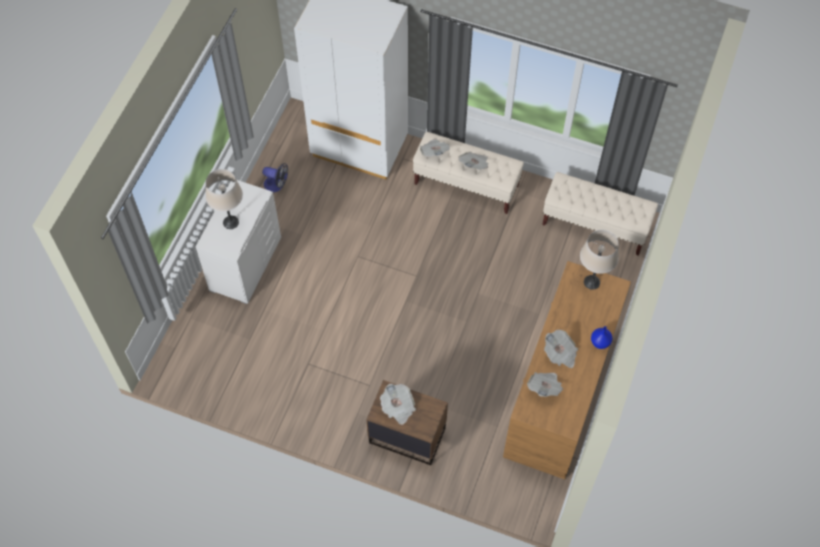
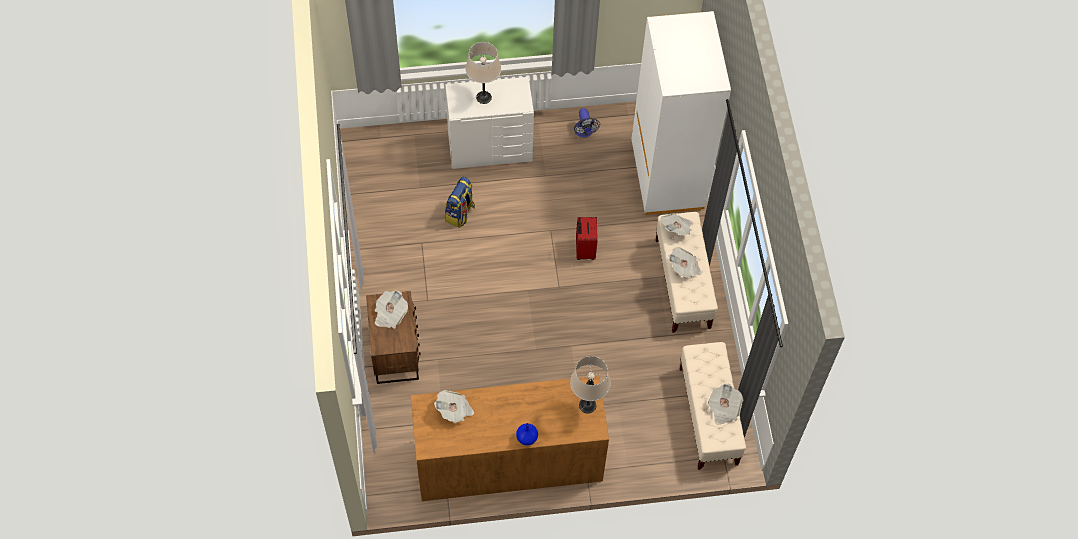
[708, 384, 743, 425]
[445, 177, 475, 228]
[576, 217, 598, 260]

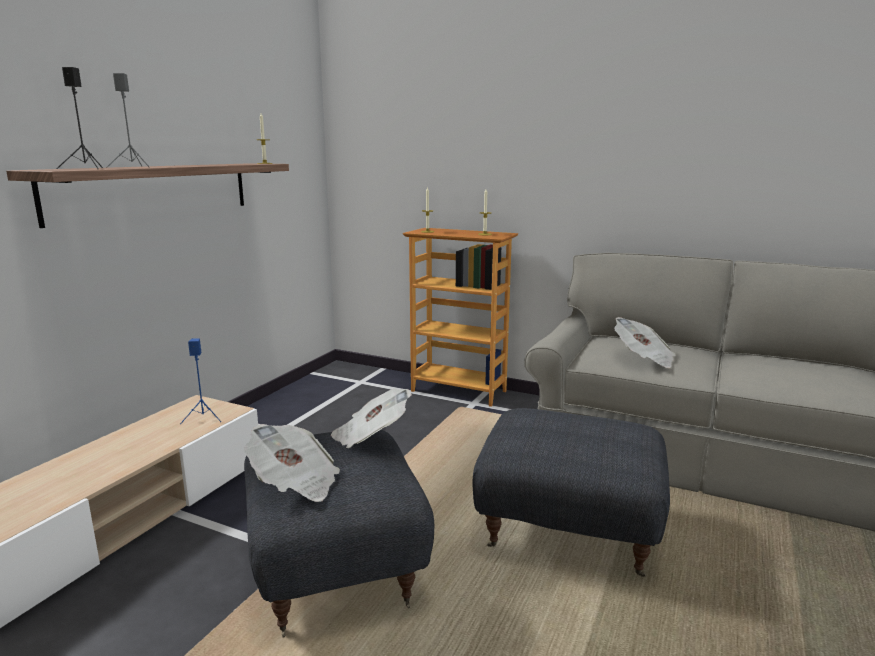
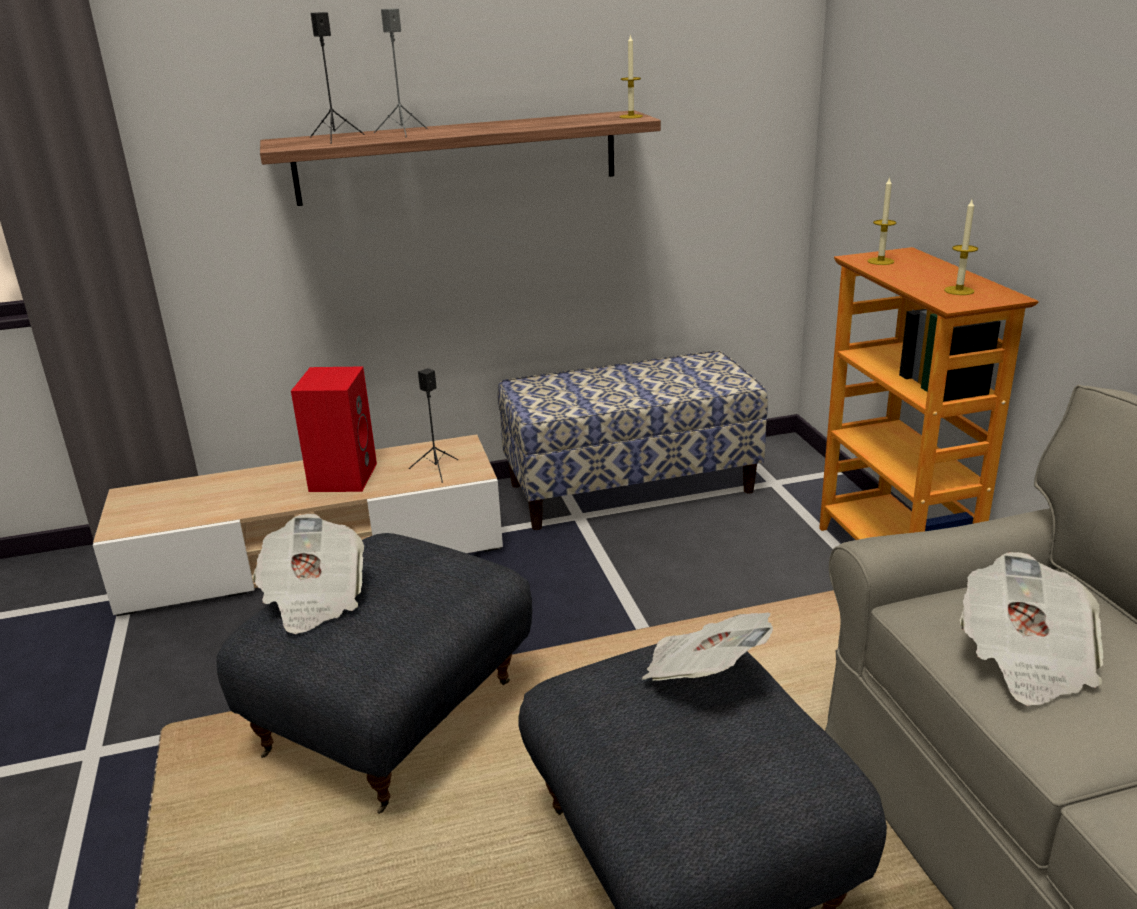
[409, 368, 458, 483]
[642, 612, 773, 681]
[498, 351, 768, 530]
[291, 366, 377, 492]

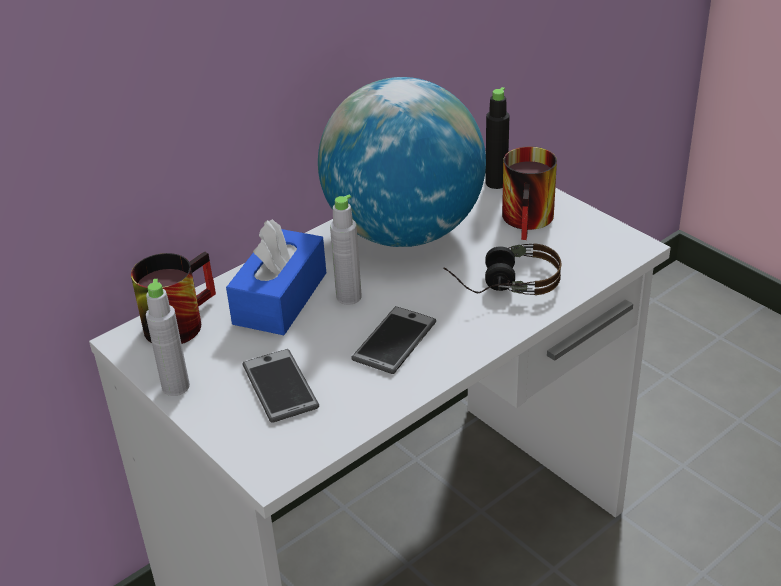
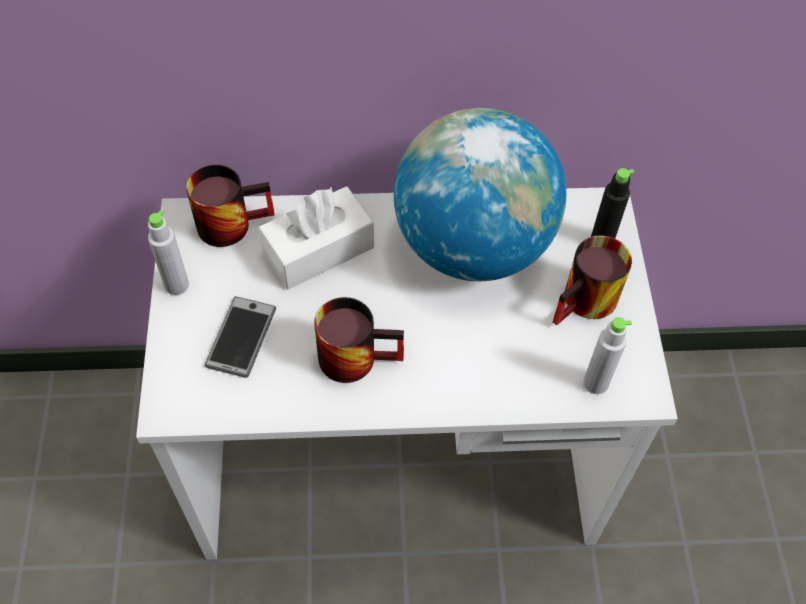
[583, 317, 632, 394]
[259, 186, 374, 290]
[443, 243, 561, 295] (first image)
[314, 297, 404, 383]

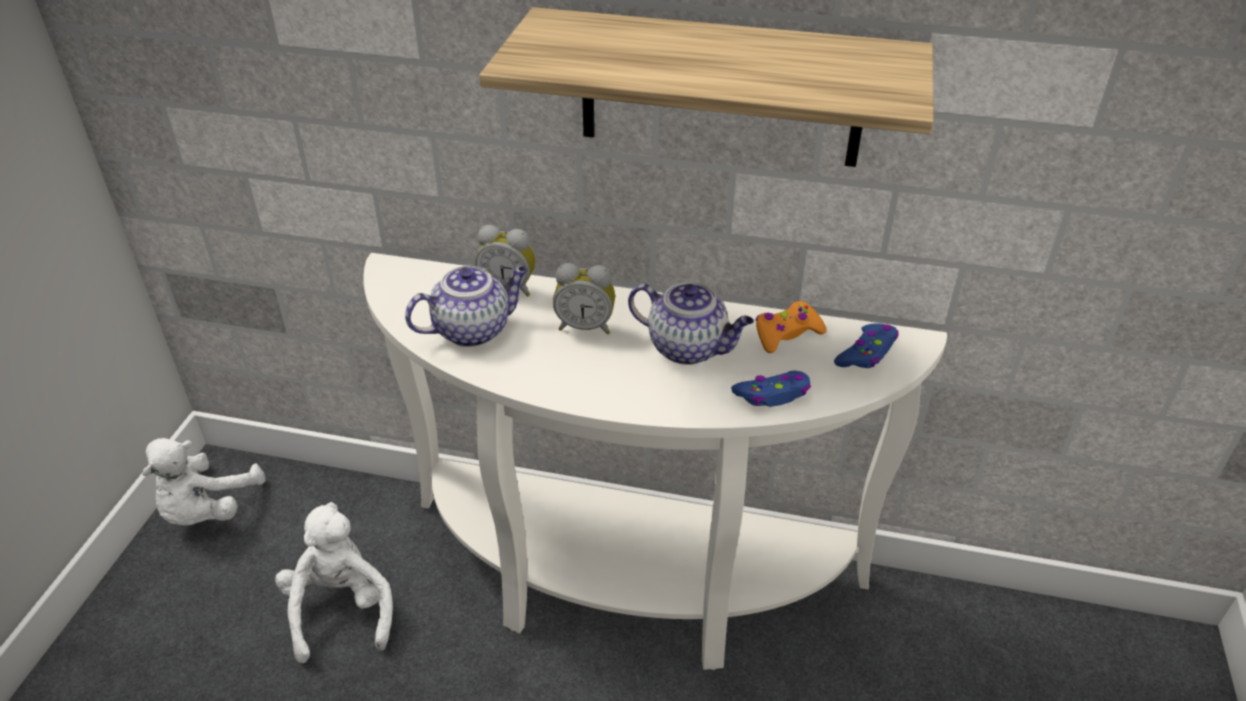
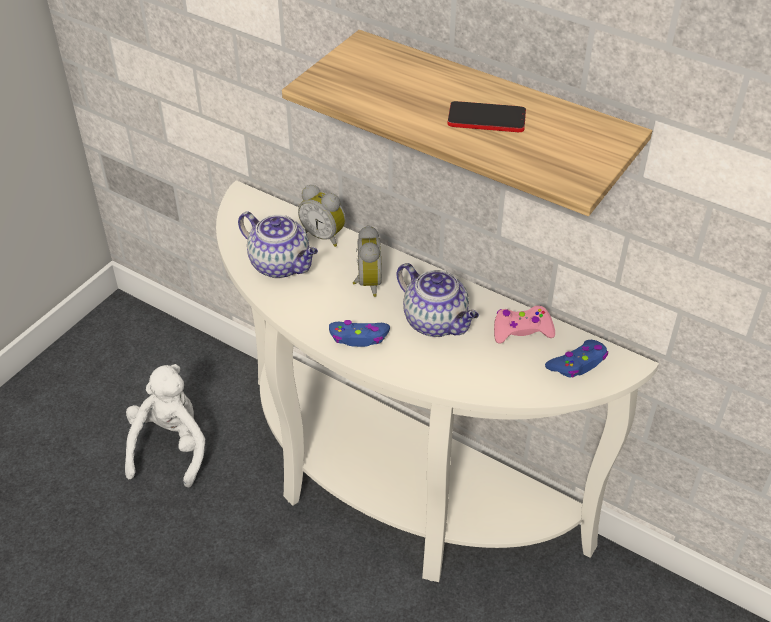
[353, 225, 382, 297]
[238, 211, 318, 278]
[494, 306, 555, 344]
[329, 320, 390, 347]
[142, 438, 266, 526] (first image)
[447, 101, 526, 132]

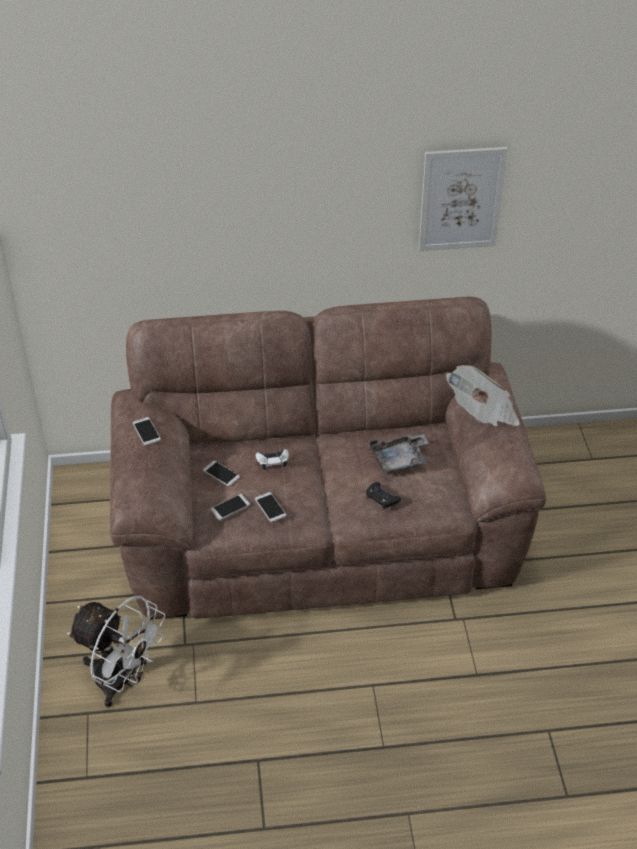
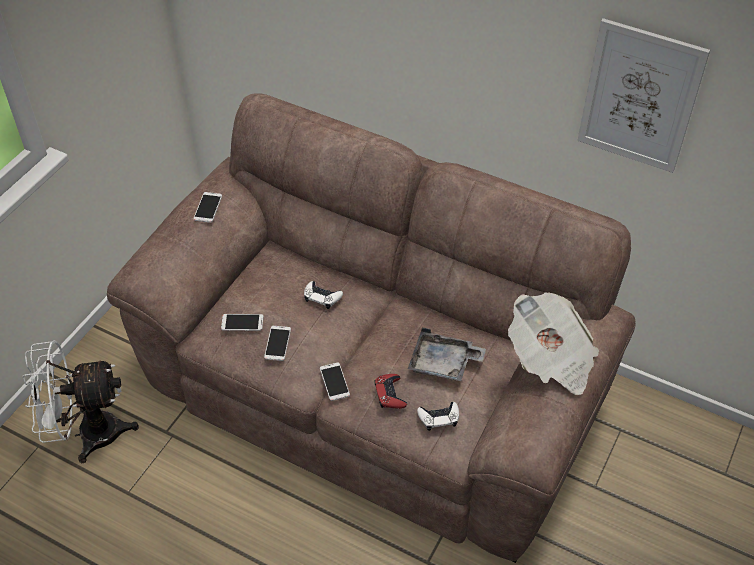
[320, 362, 350, 401]
[374, 374, 407, 409]
[23, 340, 139, 463]
[417, 402, 459, 431]

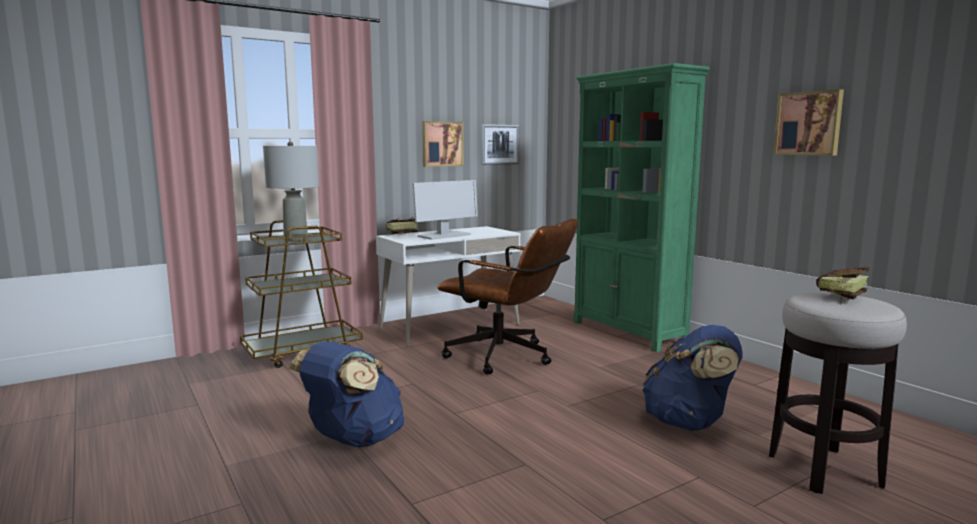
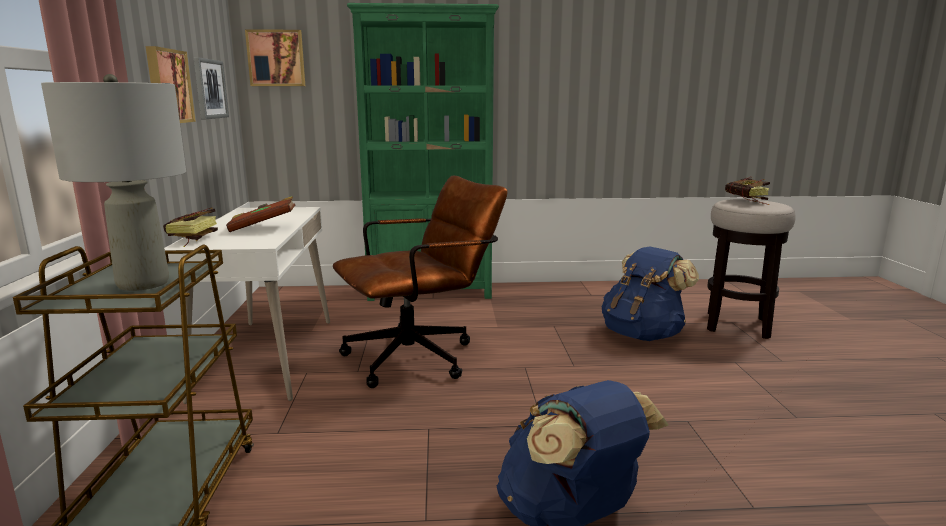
[245, 29, 305, 86]
[226, 196, 295, 232]

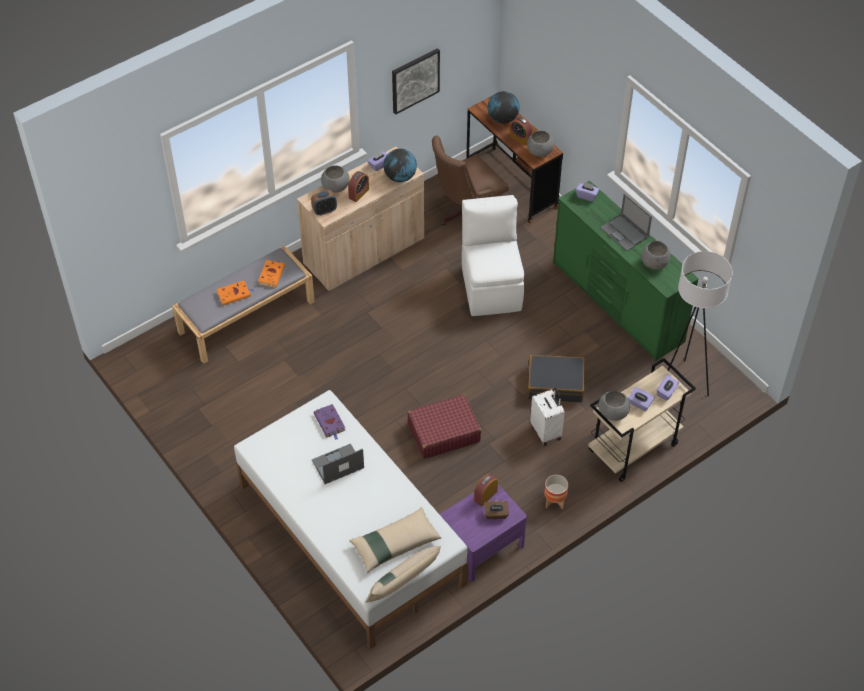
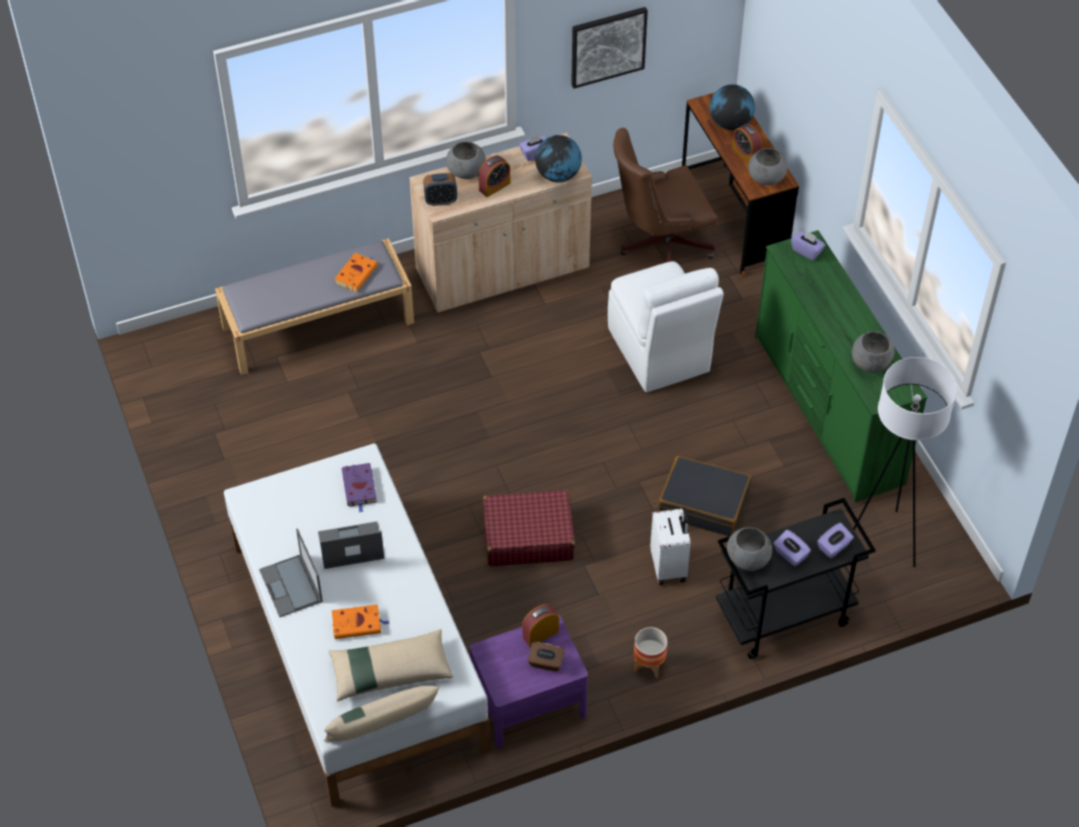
[259, 529, 323, 617]
[608, 261, 724, 392]
[332, 604, 389, 639]
[716, 498, 876, 659]

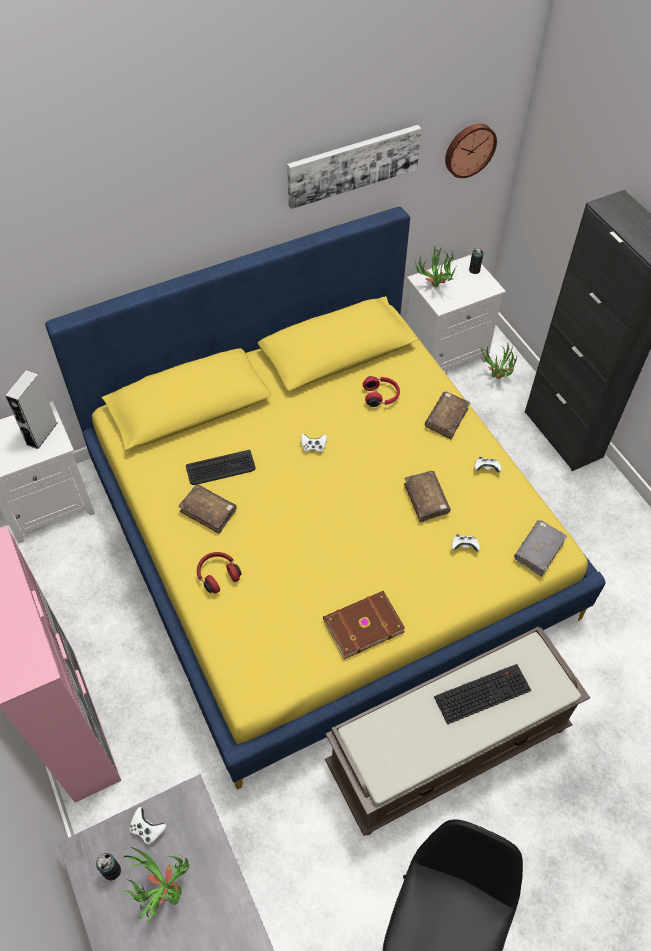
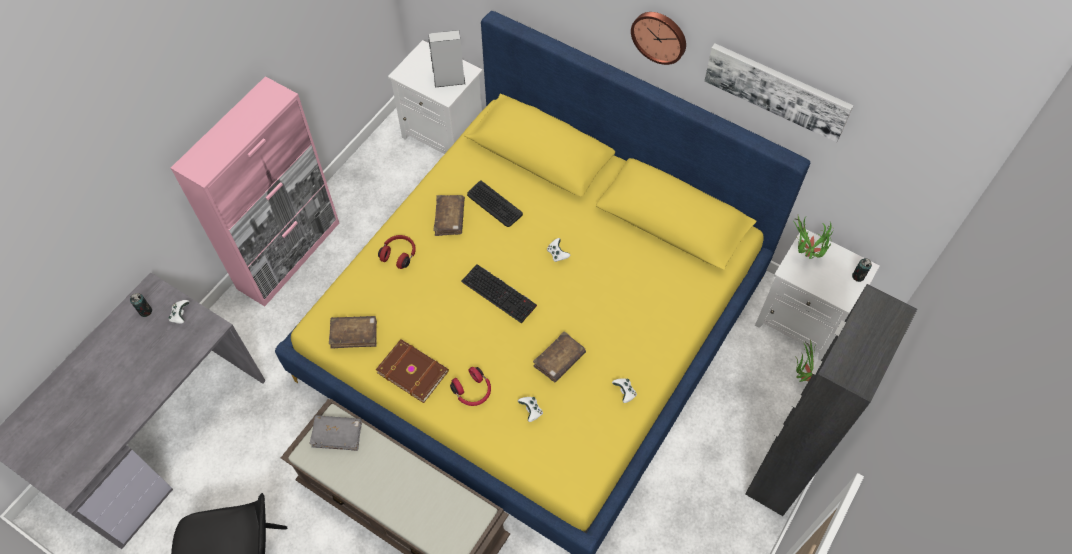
[631, 12, 686, 65]
[450, 367, 491, 406]
[329, 316, 377, 349]
[310, 415, 362, 451]
[461, 264, 537, 324]
[120, 847, 189, 924] (first image)

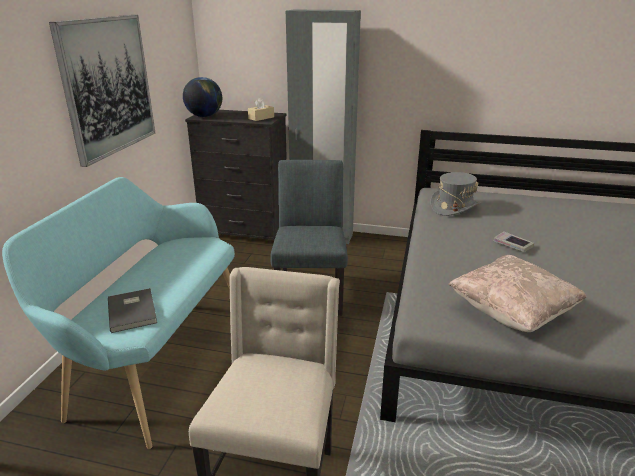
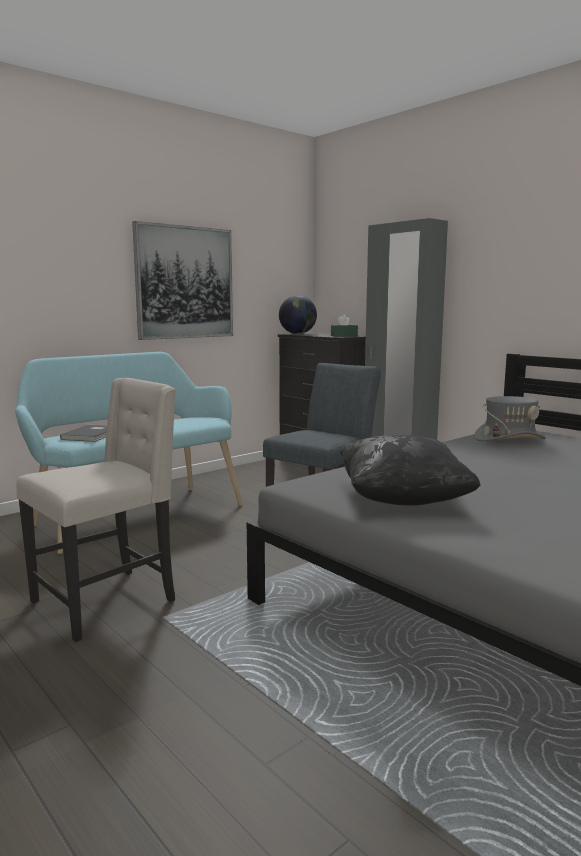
[331, 315, 358, 337]
[493, 231, 534, 252] (first image)
[340, 435, 480, 505]

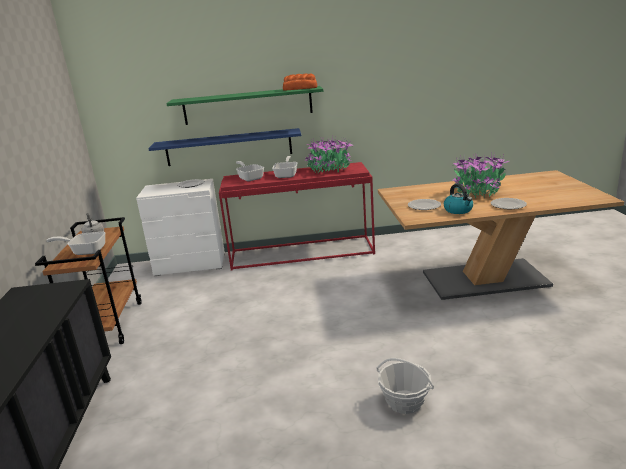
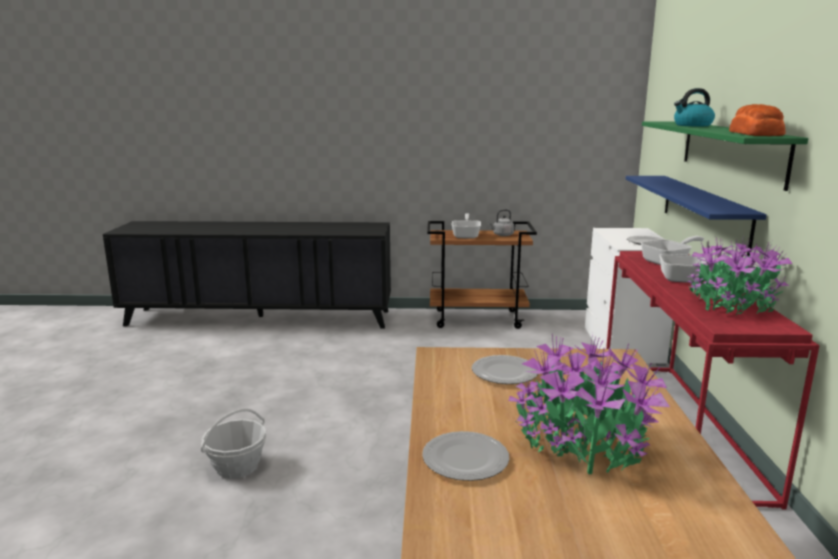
[674, 88, 715, 126]

